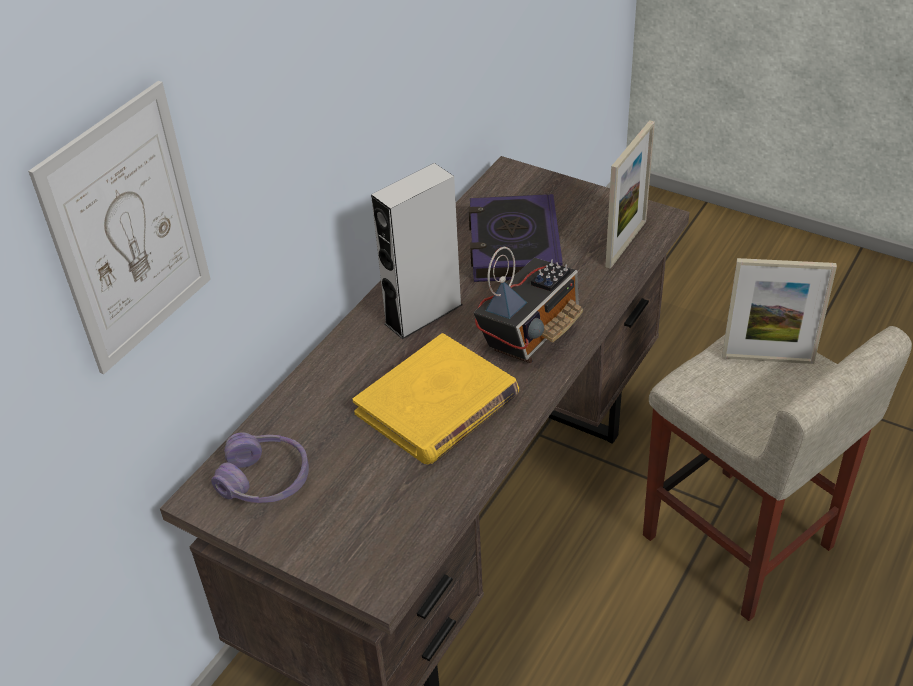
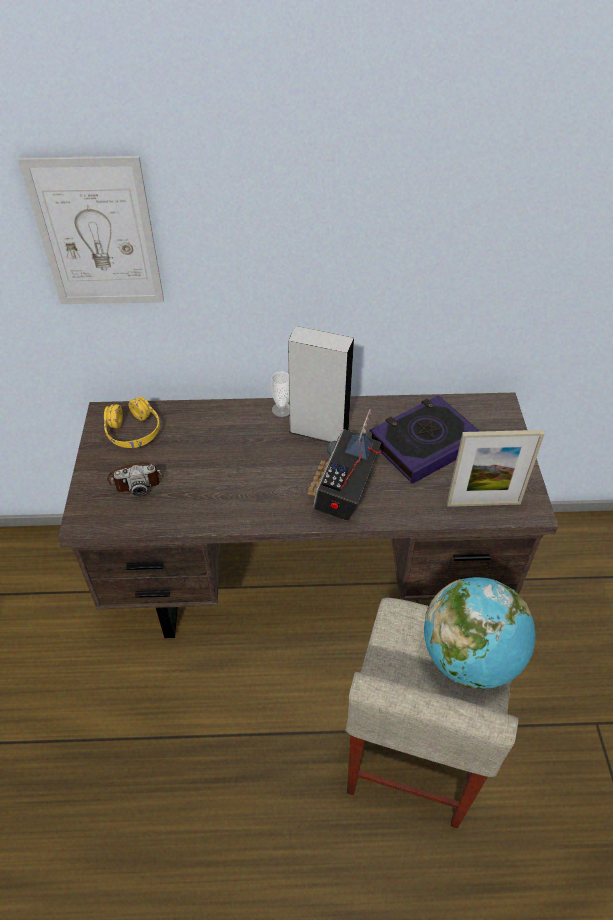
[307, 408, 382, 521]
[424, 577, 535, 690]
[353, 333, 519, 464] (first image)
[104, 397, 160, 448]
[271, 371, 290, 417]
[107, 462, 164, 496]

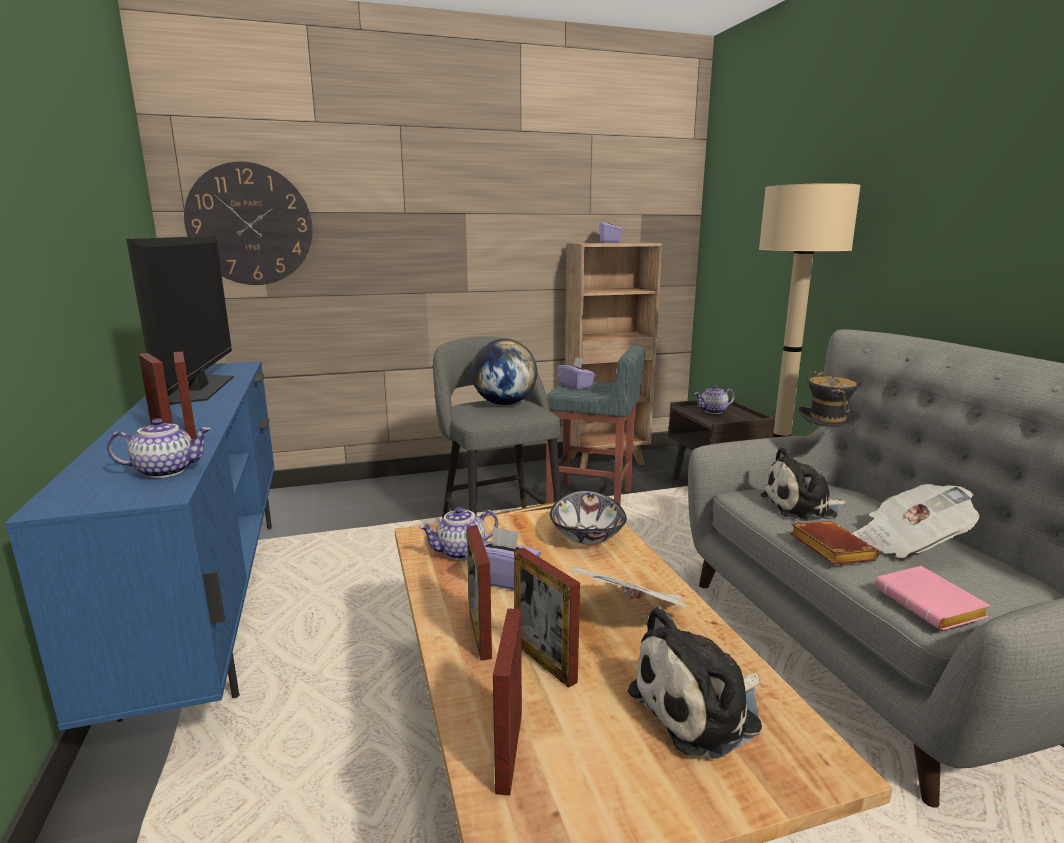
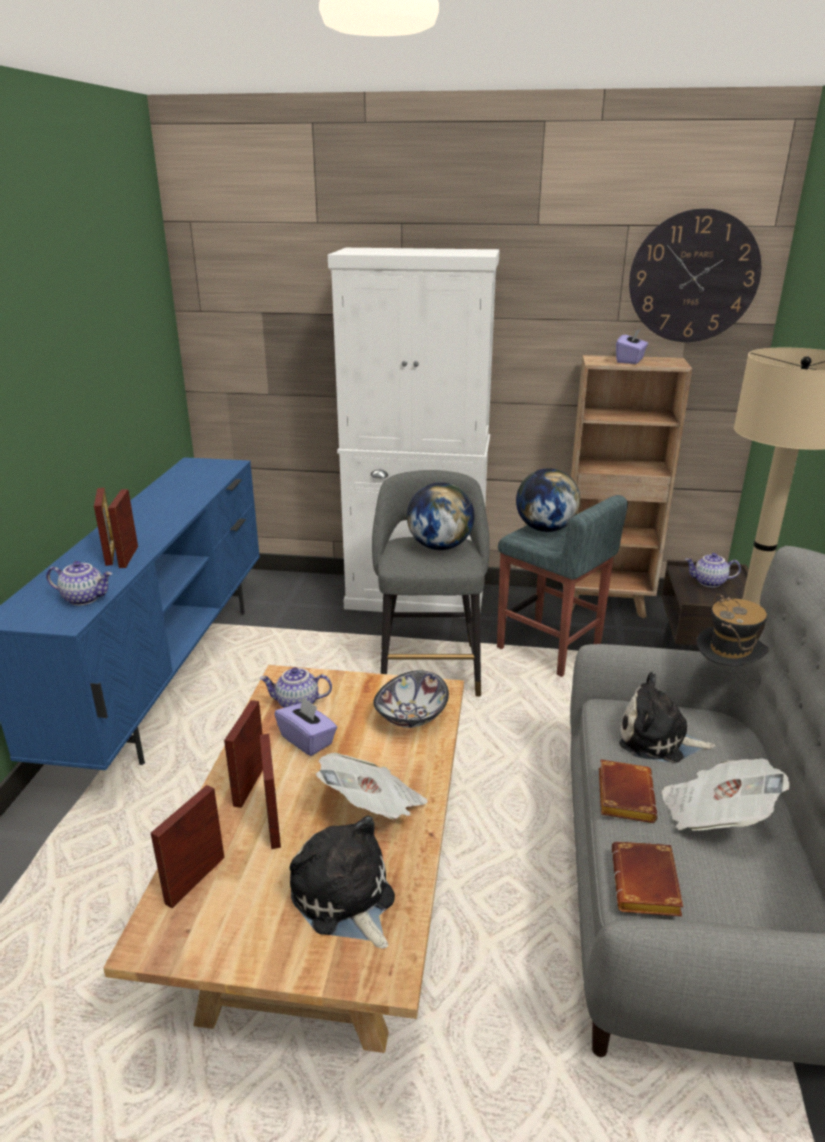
[629, 208, 761, 342]
[126, 236, 234, 405] (first image)
[516, 468, 580, 532]
[612, 841, 683, 916]
[290, 816, 395, 949]
[328, 248, 500, 618]

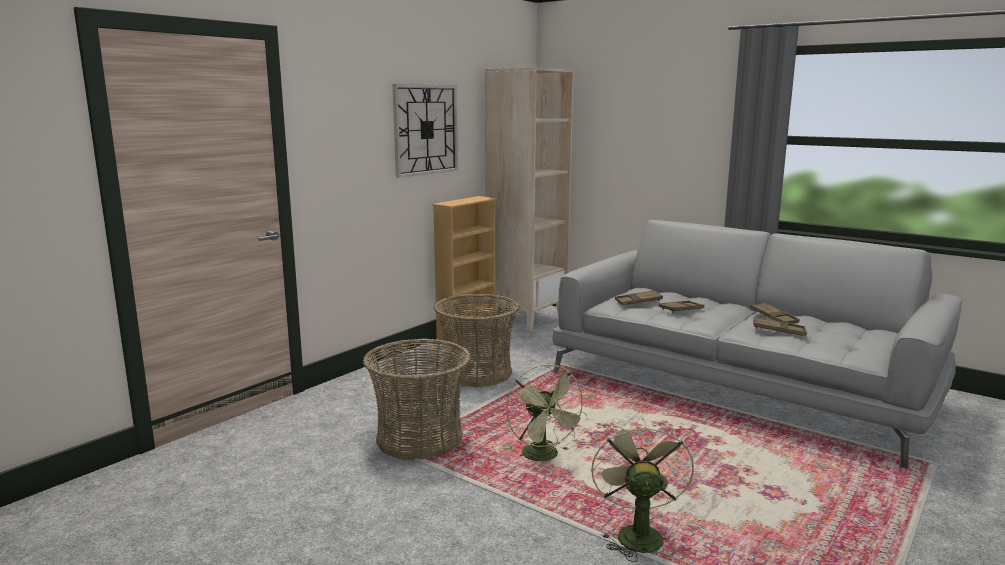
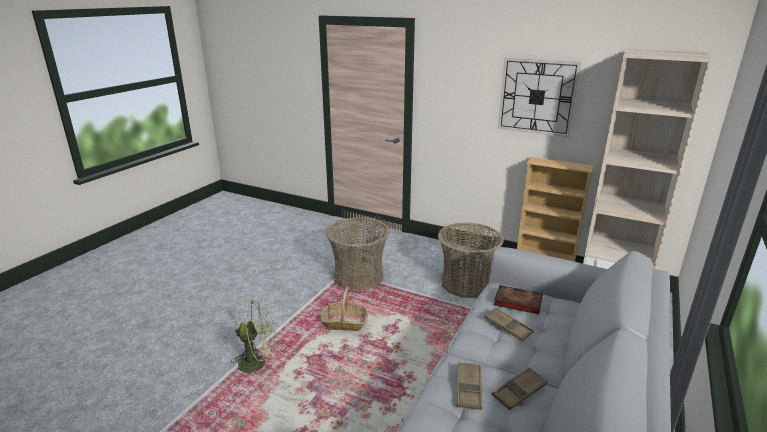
[494, 285, 543, 314]
[321, 286, 368, 331]

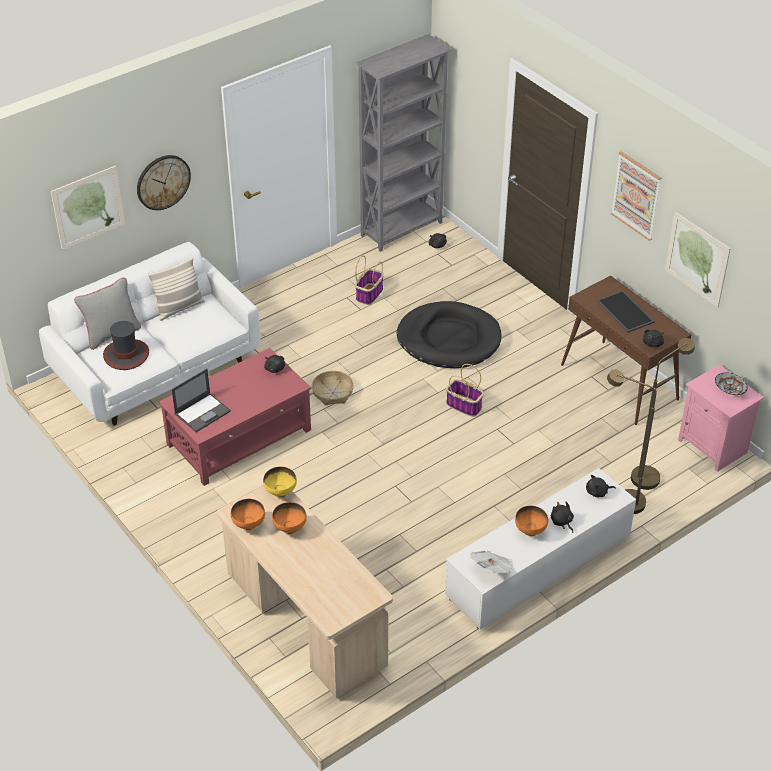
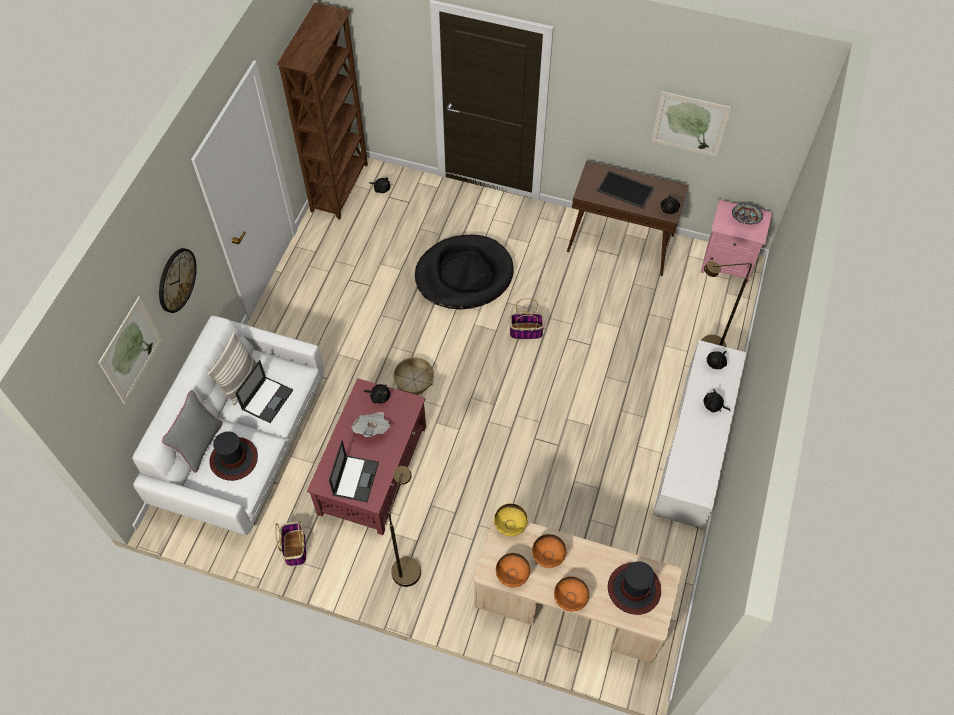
[277, 2, 368, 220]
[611, 151, 661, 241] (first image)
[275, 521, 306, 566]
[389, 466, 421, 587]
[554, 576, 589, 611]
[351, 412, 391, 437]
[235, 360, 293, 423]
[608, 561, 661, 615]

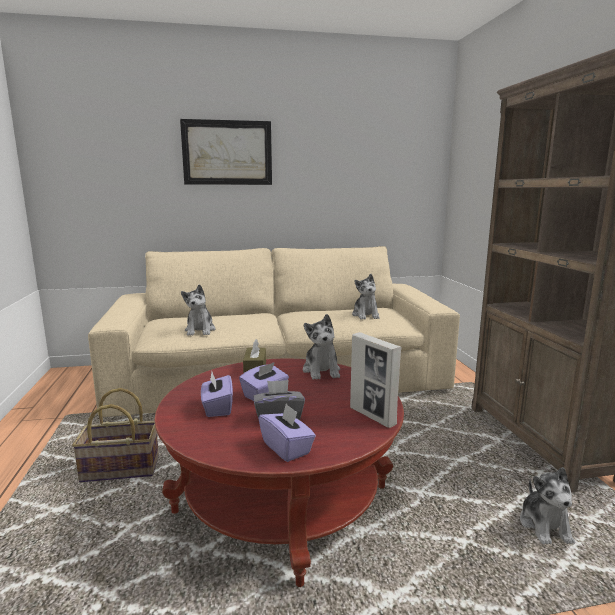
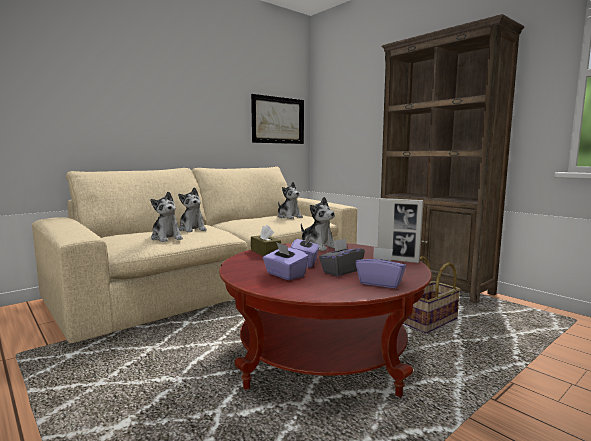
[251, 94, 304, 144]
[403, 256, 461, 333]
[178, 187, 206, 232]

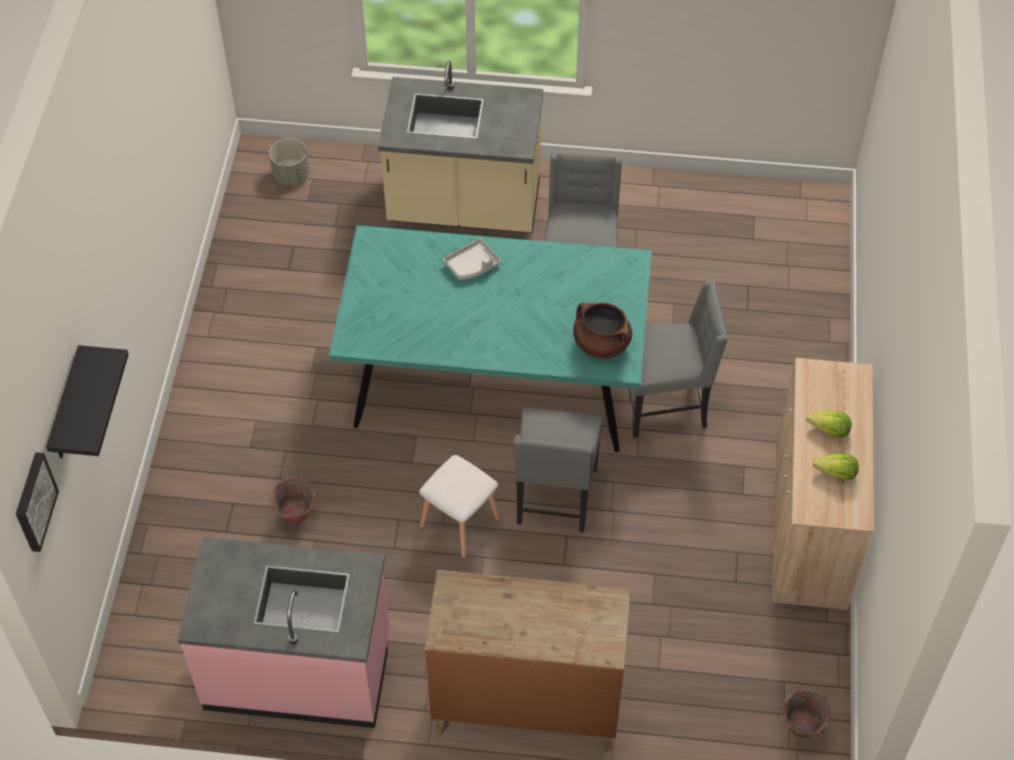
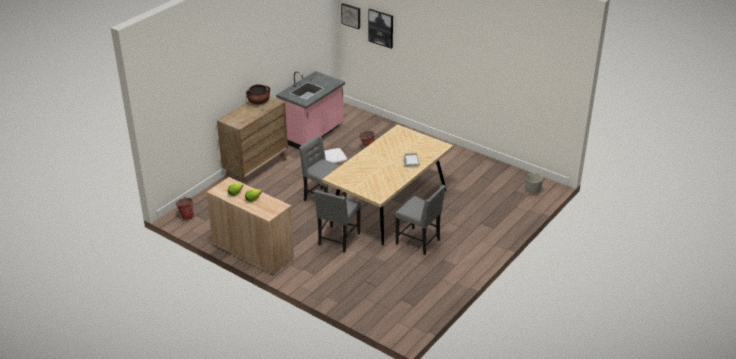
[378, 61, 543, 233] (first image)
[322, 124, 453, 245]
[246, 84, 270, 105]
[368, 9, 393, 49]

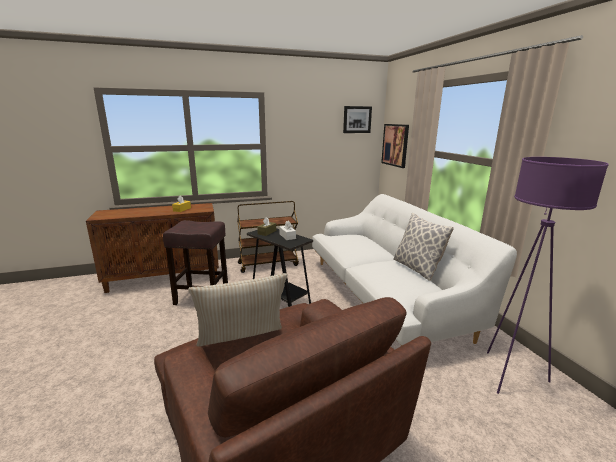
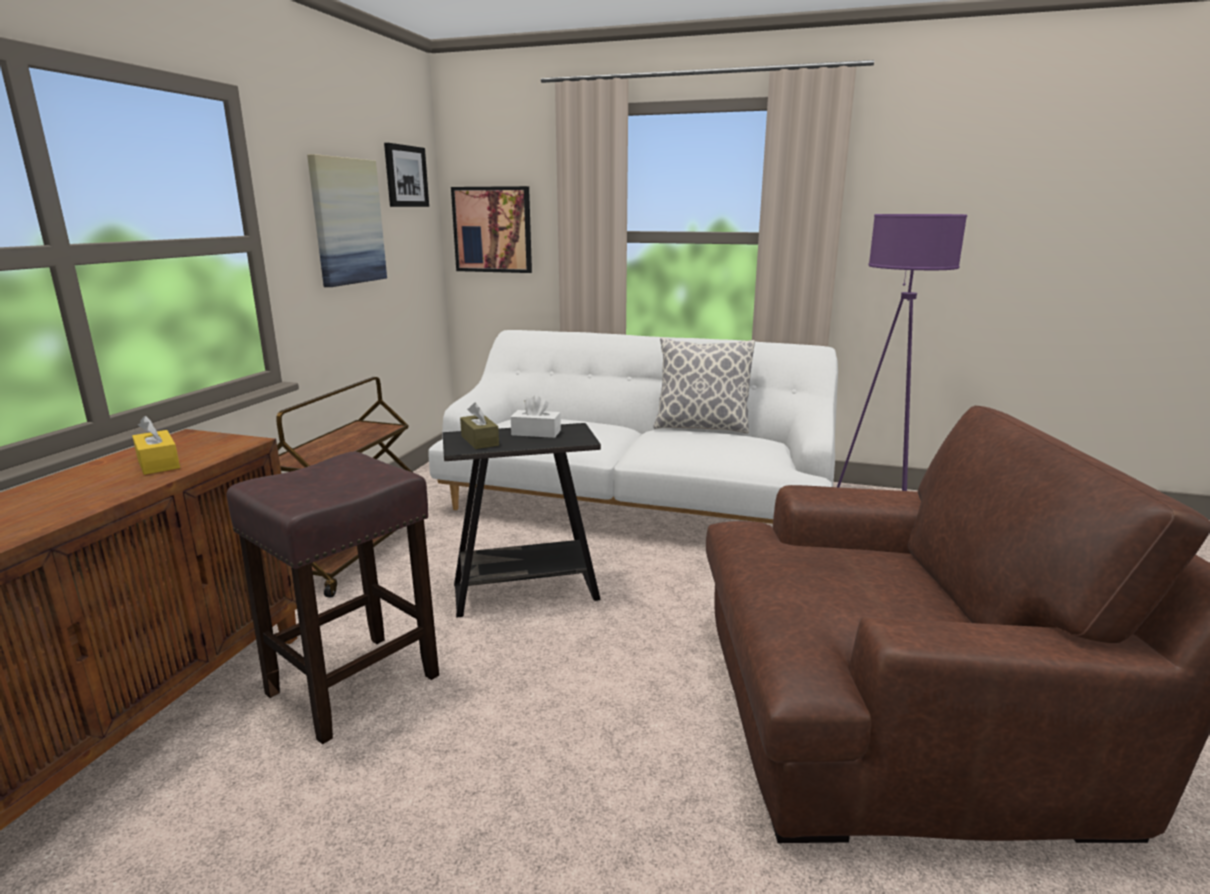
[188, 273, 288, 346] (first image)
[307, 154, 387, 287]

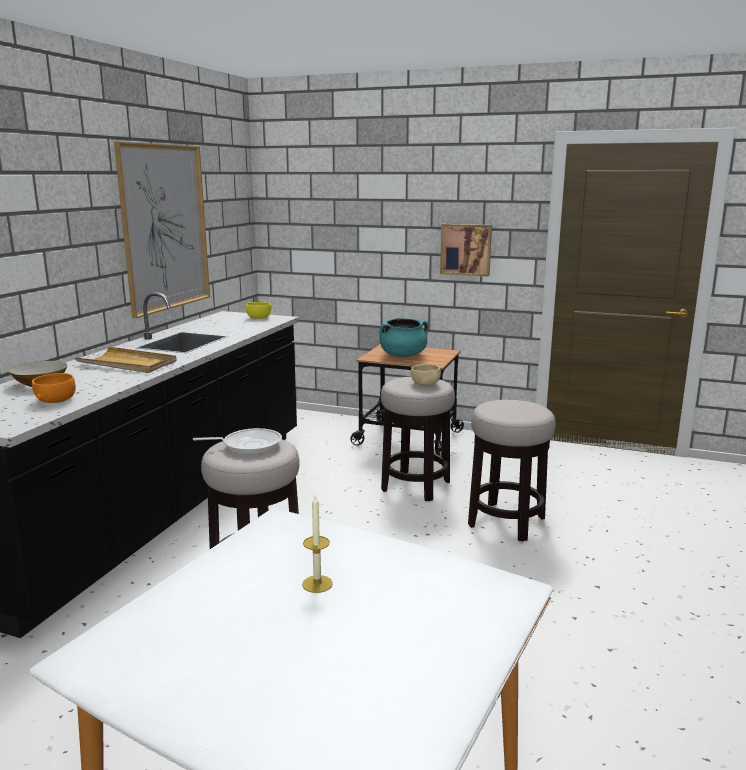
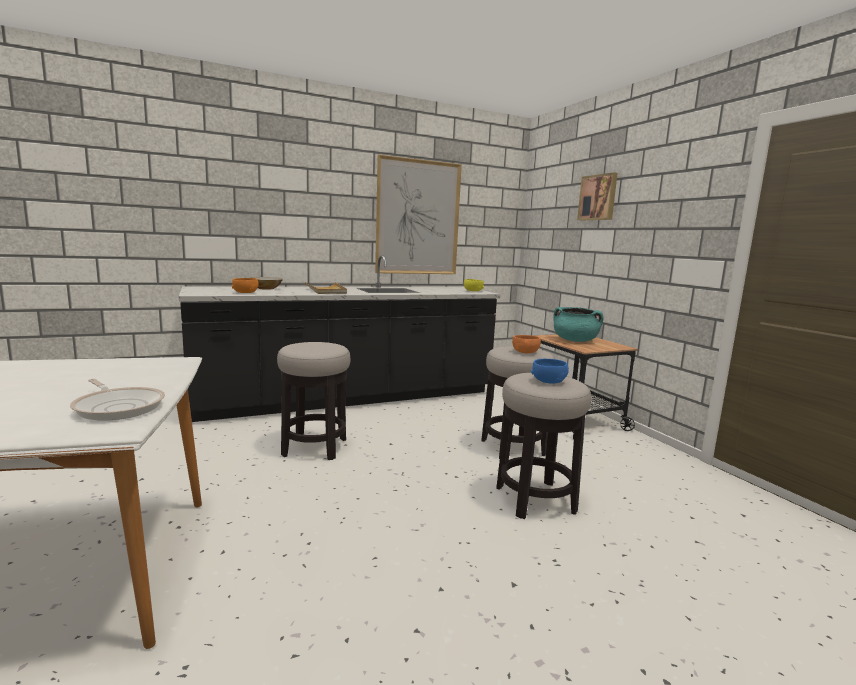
[577, 172, 618, 221]
[512, 335, 541, 353]
[70, 379, 165, 421]
[302, 495, 333, 593] (first image)
[531, 359, 569, 384]

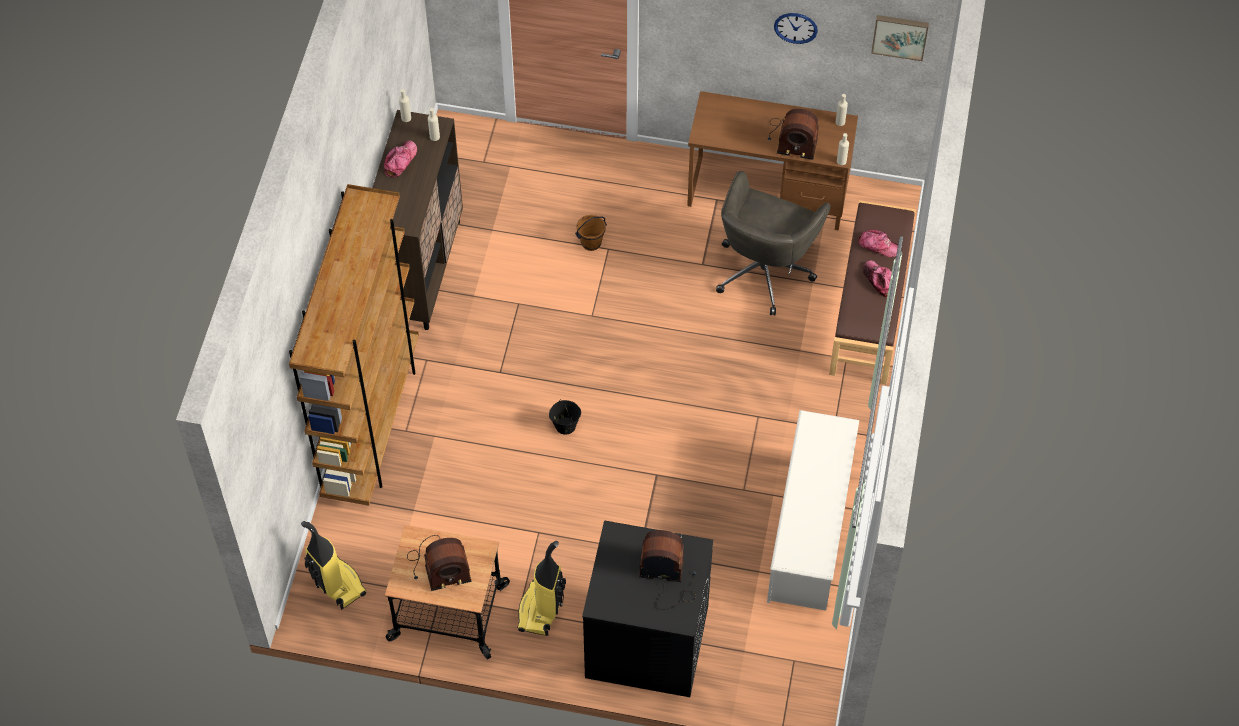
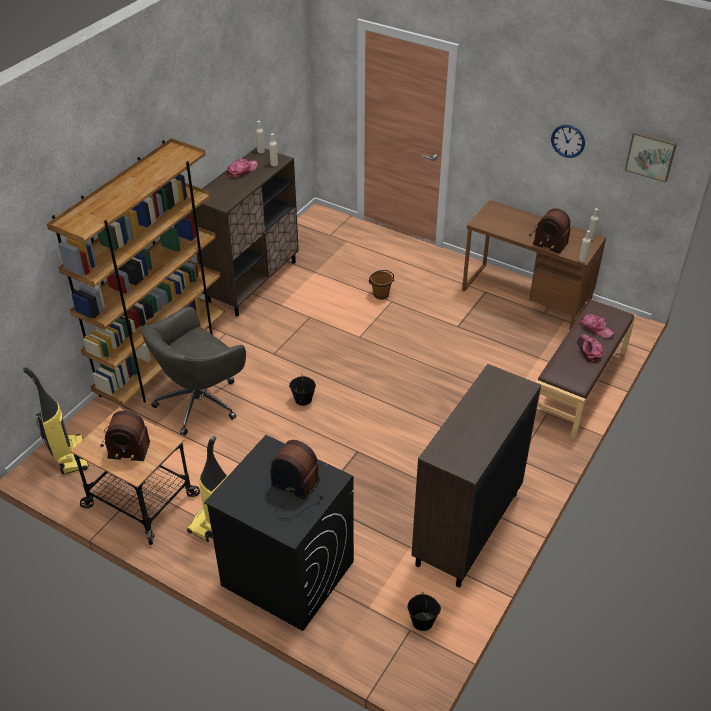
[142, 307, 246, 436]
[411, 364, 541, 587]
[407, 592, 441, 631]

